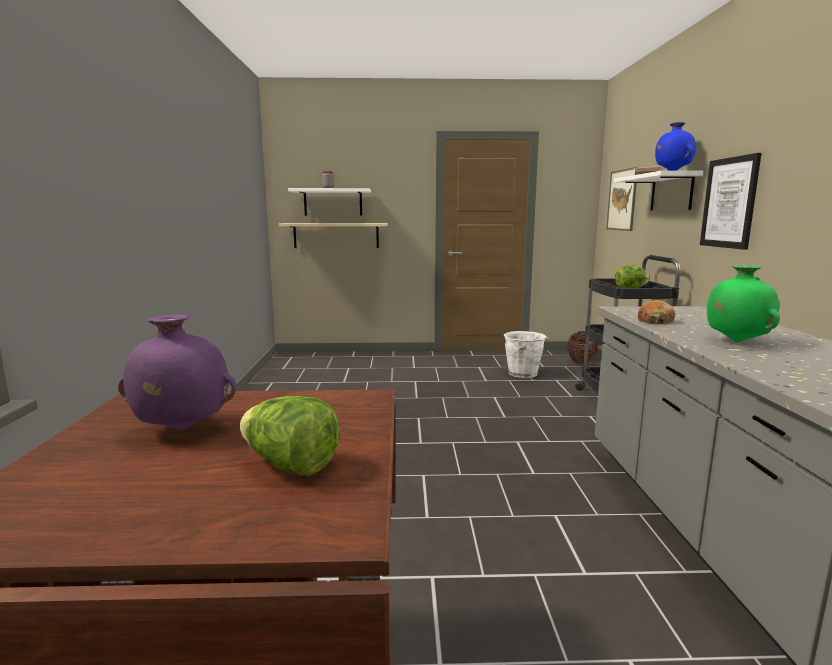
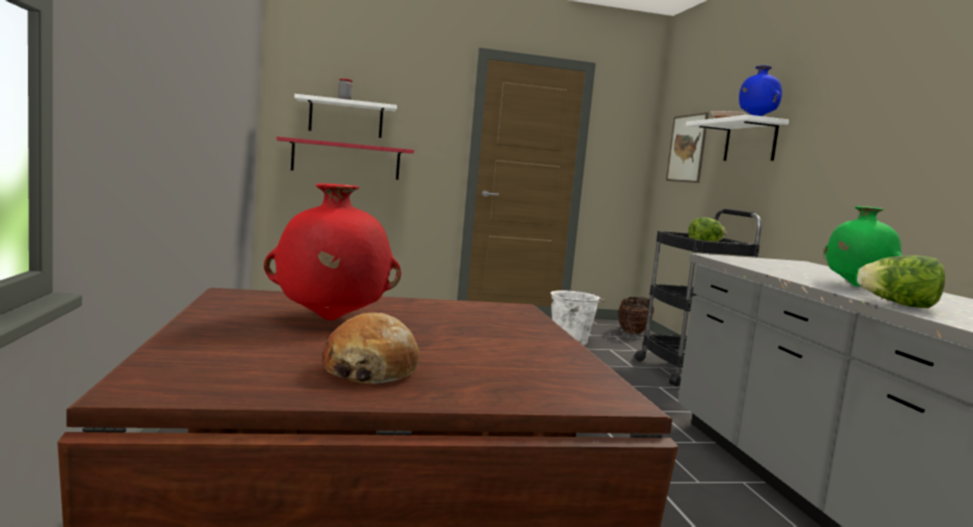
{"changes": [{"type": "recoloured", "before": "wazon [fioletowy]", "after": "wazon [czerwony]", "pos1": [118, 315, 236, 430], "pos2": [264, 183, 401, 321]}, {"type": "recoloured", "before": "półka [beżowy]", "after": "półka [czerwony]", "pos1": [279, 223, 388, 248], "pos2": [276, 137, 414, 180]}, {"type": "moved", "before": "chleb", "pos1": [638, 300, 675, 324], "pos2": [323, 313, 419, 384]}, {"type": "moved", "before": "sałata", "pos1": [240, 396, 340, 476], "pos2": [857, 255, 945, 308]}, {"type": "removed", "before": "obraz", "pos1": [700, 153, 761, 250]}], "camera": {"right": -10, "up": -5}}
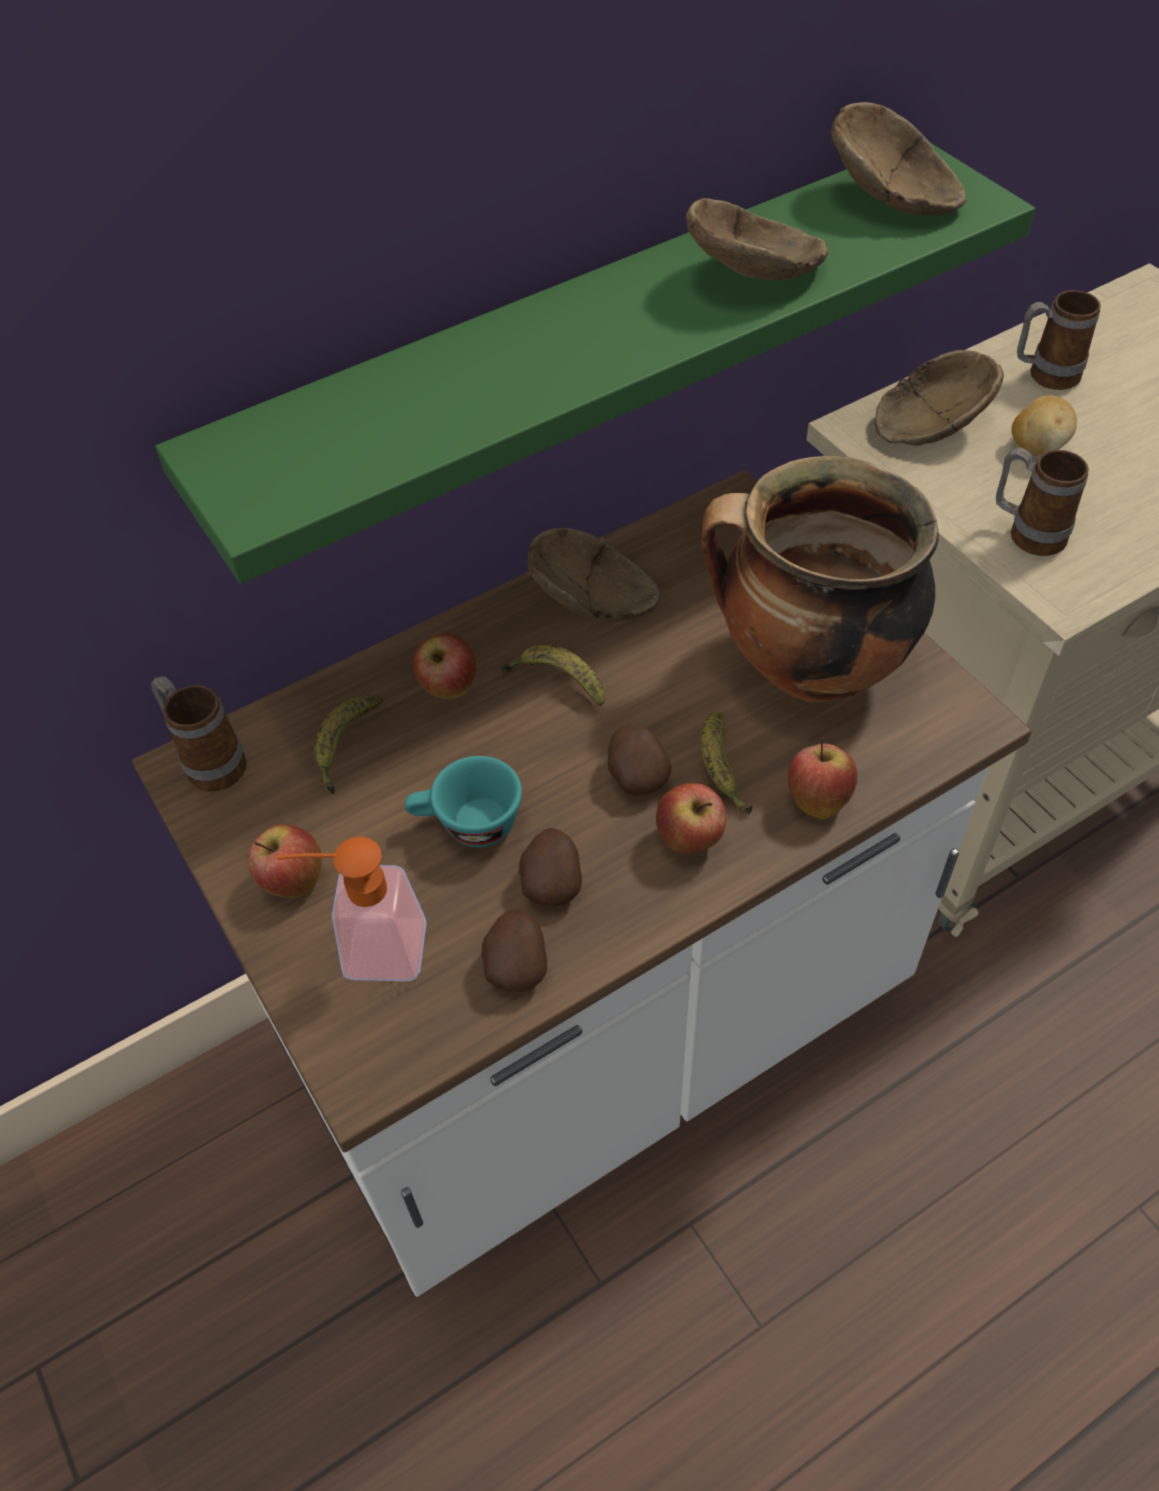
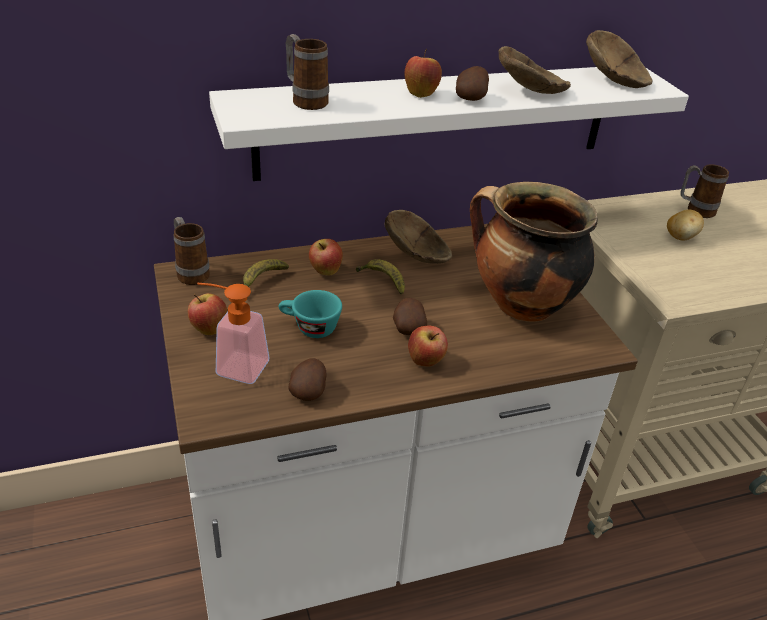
{"changes": [{"type": "recoloured", "before": "półka [zielony]", "after": "półka [biały]", "pos1": [155, 143, 1035, 583], "pos2": [209, 67, 689, 181]}, {"type": "moved", "before": "kubek", "pos1": [996, 448, 1089, 556], "pos2": [286, 34, 329, 110]}, {"type": "moved", "before": "jabłko", "pos1": [788, 738, 857, 819], "pos2": [404, 49, 442, 98]}, {"type": "moved", "before": "ziemniak", "pos1": [519, 828, 582, 906], "pos2": [456, 66, 489, 101]}, {"type": "removed", "before": "banan", "pos1": [701, 712, 752, 815]}, {"type": "removed", "before": "miska [brązowy]", "pos1": [874, 350, 1004, 446]}], "camera": {"right": 10, "up": -15}}
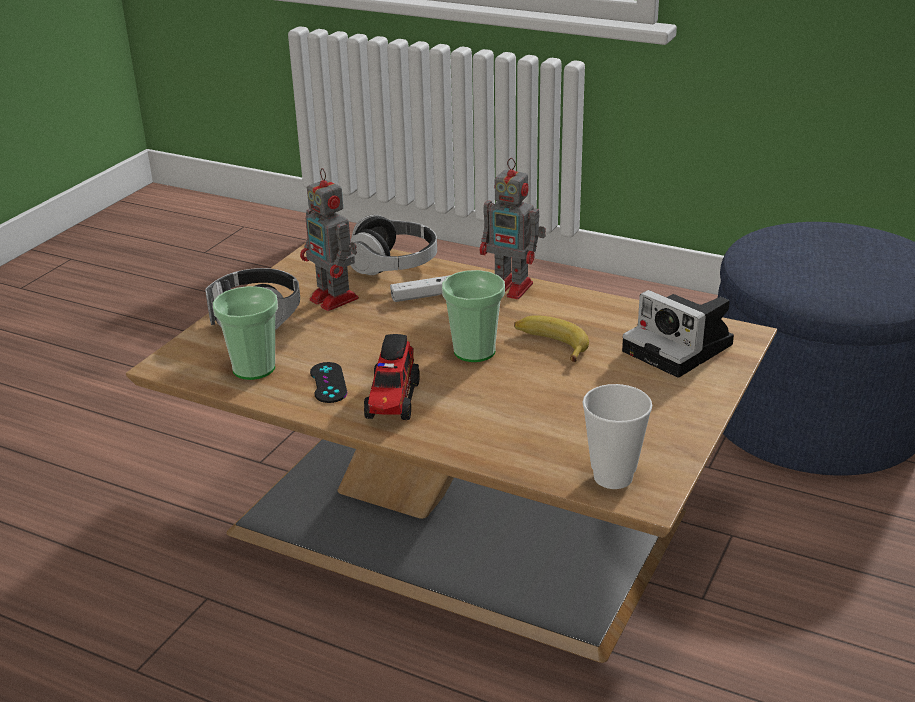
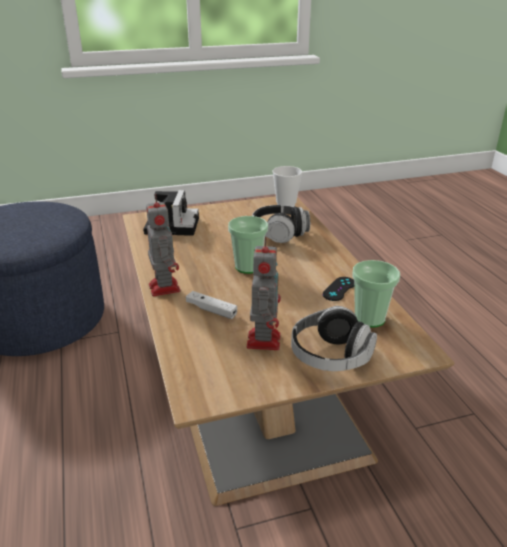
{"changes": [{"type": "moved", "before": "słuchawki", "pos1": [350, 215, 437, 275], "pos2": [252, 205, 310, 243]}, {"type": "removed", "before": "ciężarówka zabawkowa", "pos1": [364, 334, 420, 420]}, {"type": "removed", "before": "banan", "pos1": [514, 315, 589, 362]}], "camera": {"right": -135, "up": 0}}
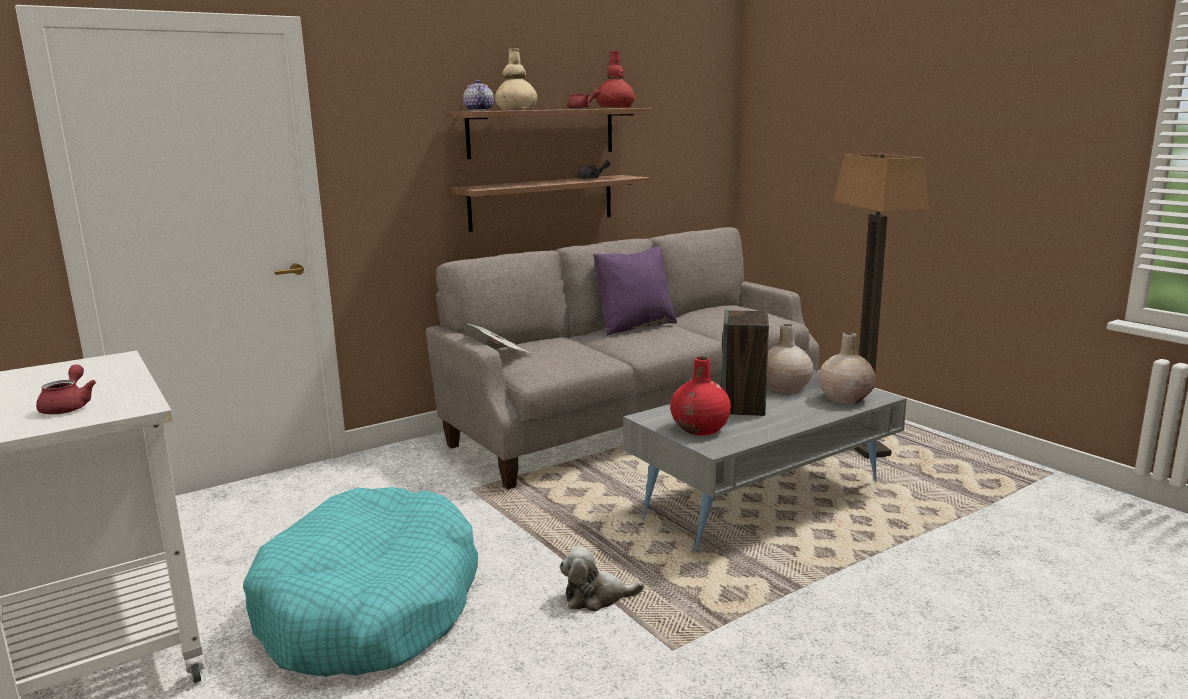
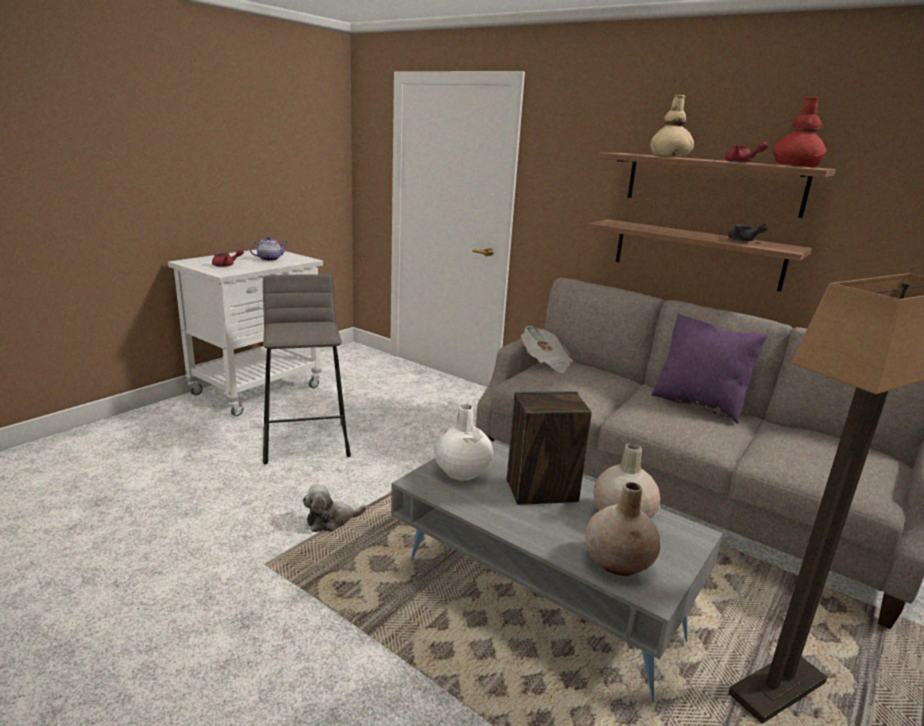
{"changes": [{"type": "moved", "before": "imbryk", "pos1": [463, 80, 494, 111], "pos2": [250, 236, 287, 261]}, {"type": "replaced", "before": "legowisko [turkusowy]", "after": "stołek [szary]", "pos1": [243, 487, 478, 677], "pos2": [263, 275, 351, 465]}, {"type": "turned", "before": "pluszak", "pos1": [560, 546, 644, 612], "pos2": [303, 484, 367, 532], "turn": -90}, {"type": "recoloured", "before": "wazon [czerwony]", "after": "wazon [biały]", "pos1": [670, 357, 731, 435], "pos2": [434, 404, 493, 481]}], "camera": {"right": 70, "up": 5}}
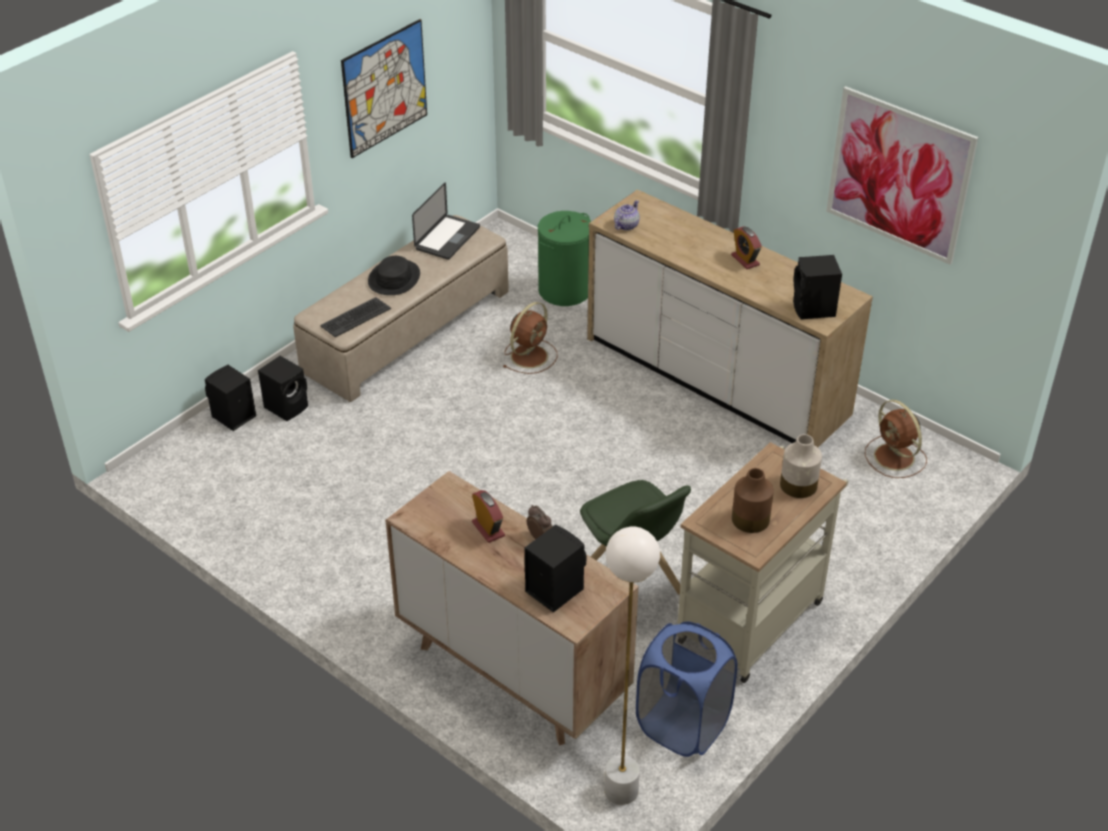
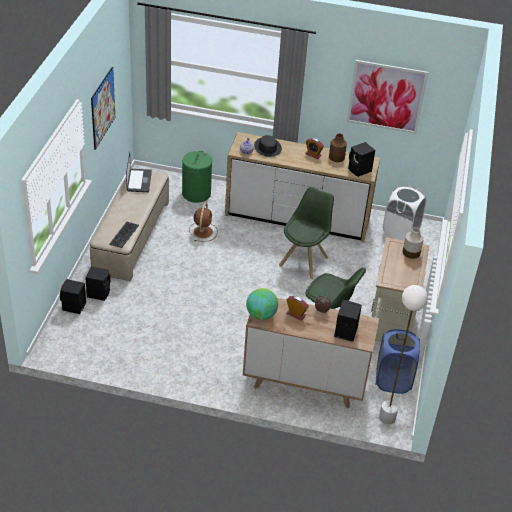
{"changes": [{"type": "added", "after": "globus", "pos2": [246, 288, 278, 320]}, {"type": "moved", "before": "kapelusz [czarny]", "pos1": [368, 256, 420, 295], "pos2": [254, 135, 282, 157]}, {"type": "added", "after": "krzesło [zielony]", "pos2": [279, 187, 334, 279]}, {"type": "moved", "before": "wazon [brązowy]", "pos1": [732, 468, 774, 533], "pos2": [329, 134, 347, 162]}, {"type": "replaced", "before": "wentylator [brązowy]", "after": "kosz na pranie [biały]", "pos1": [865, 400, 927, 478], "pos2": [383, 186, 426, 241]}], "camera": {"right": -30, "up": 0}}
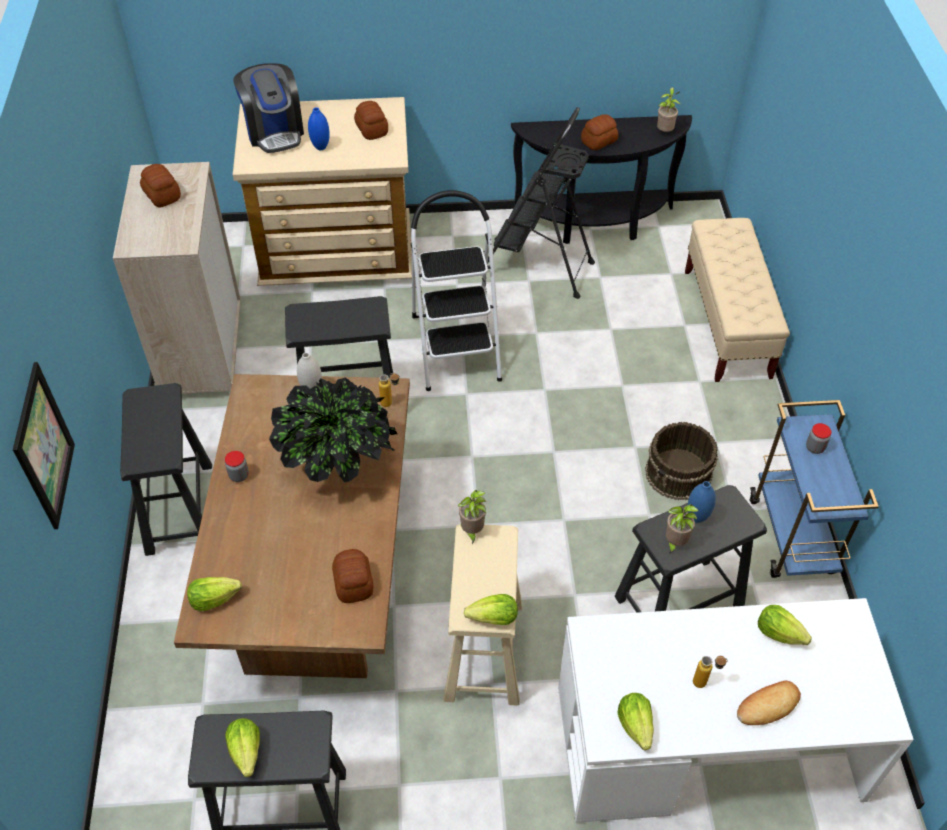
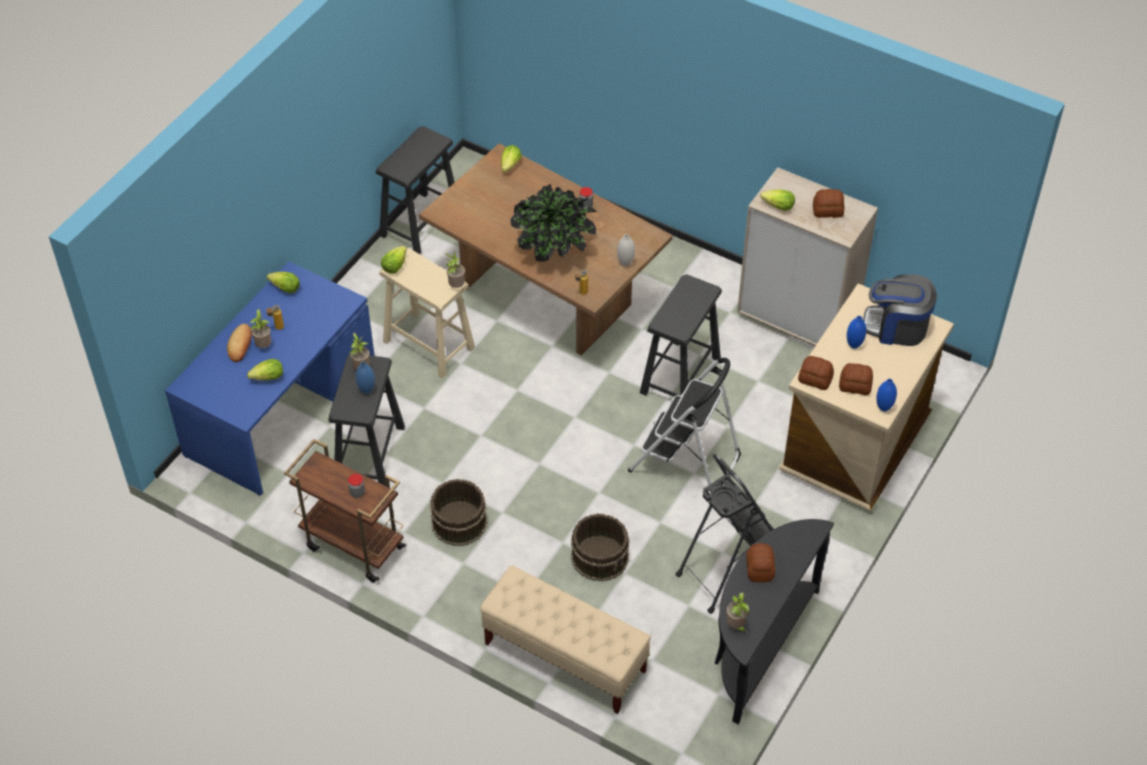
{"changes": [{"type": "recoloured", "before": "biurko [biały]", "after": "biurko [niebieski]", "pos1": [558, 598, 914, 823], "pos2": [165, 261, 375, 496]}, {"type": "added", "after": "roślina doniczkowa", "pos2": [250, 309, 271, 348]}, {"type": "recoloured", "before": "wózek [niebieski]", "after": "wózek [brązowy]", "pos1": [749, 400, 879, 578], "pos2": [284, 439, 407, 583]}, {"type": "added", "after": "wiadro [brązowy]", "pos2": [571, 513, 629, 582]}, {"type": "moved", "before": "sałata", "pos1": [225, 718, 260, 777], "pos2": [760, 190, 795, 211]}, {"type": "moved", "before": "chleb", "pos1": [332, 549, 373, 603], "pos2": [798, 356, 834, 390]}, {"type": "added", "after": "wazon [niebieski]", "pos2": [876, 379, 897, 412]}, {"type": "removed", "before": "obraz", "pos1": [13, 362, 75, 529]}, {"type": "removed", "before": "stołek [czarny]", "pos1": [120, 383, 212, 556]}], "camera": {"right": 125, "up": 0}}
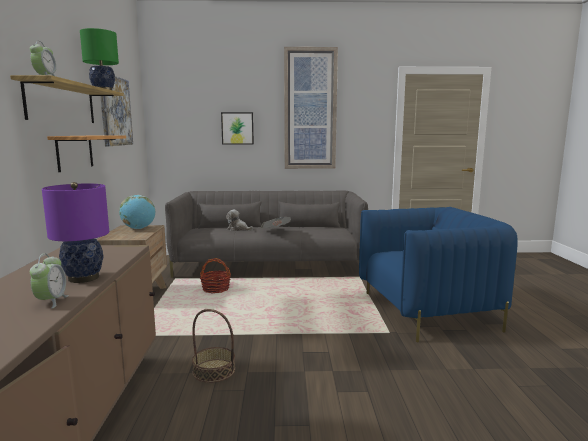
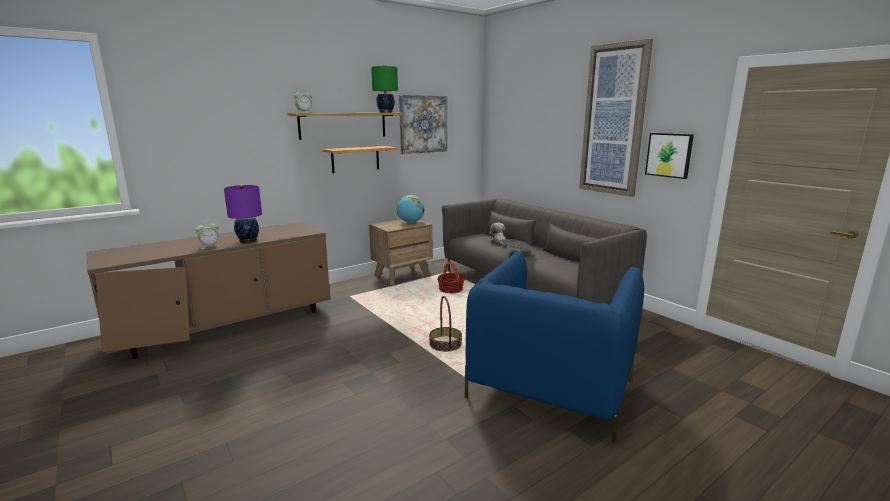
{"changes": [{"type": "moved", "before": "koszyk", "pos1": [192, 309, 235, 383], "pos2": [429, 296, 462, 352]}, {"type": "turned", "before": "fotel [niebieski]", "pos1": [359, 207, 518, 342], "pos2": [465, 251, 644, 443], "turn": 75}, {"type": "moved", "before": "obraz", "pos1": [221, 112, 254, 145], "pos2": [645, 133, 694, 179]}], "camera": {"right": 55, "up": 5}}
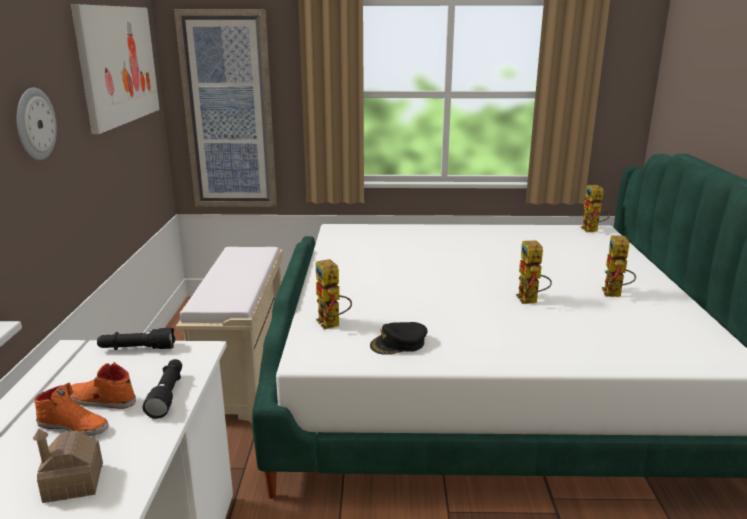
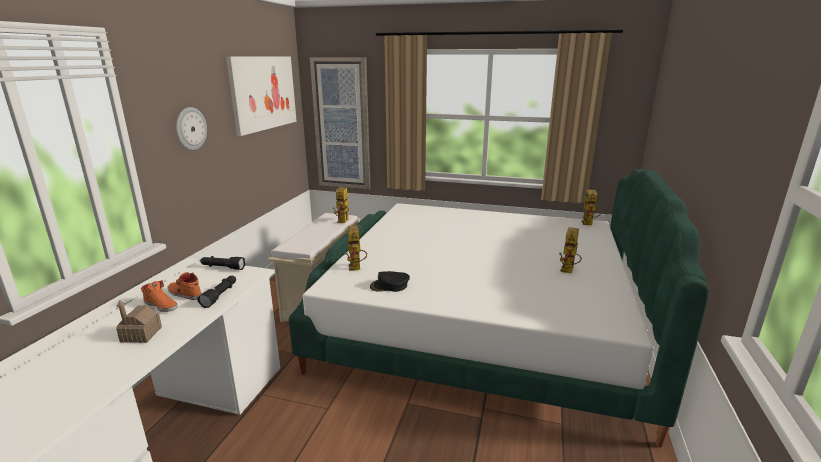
{"changes": [{"type": "moved", "before": "robot zabawkowy", "pos1": [516, 241, 552, 304], "pos2": [333, 187, 349, 223]}], "camera": {"right": 15, "up": 0}}
